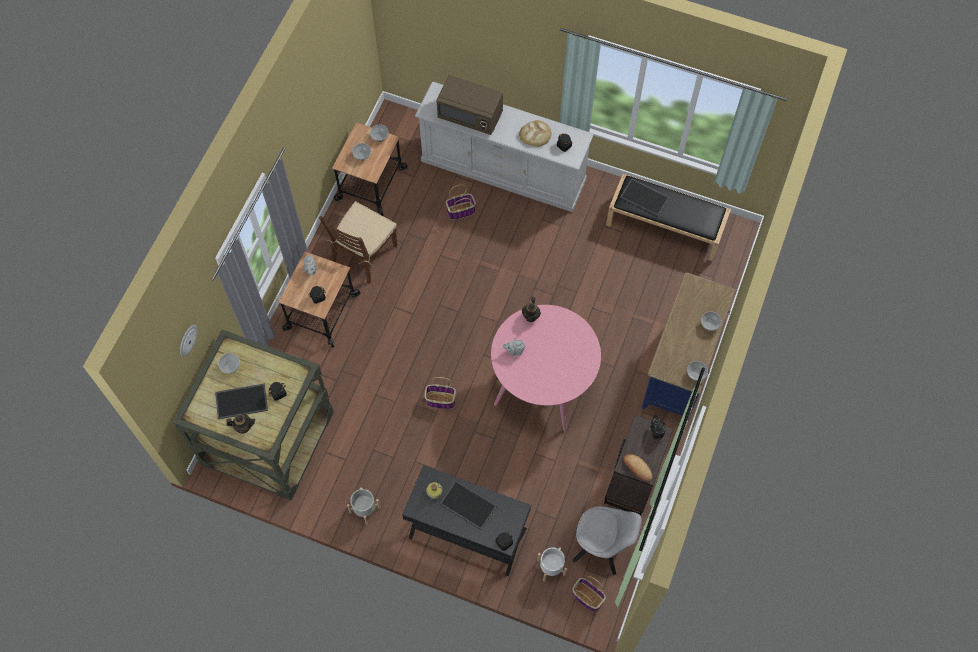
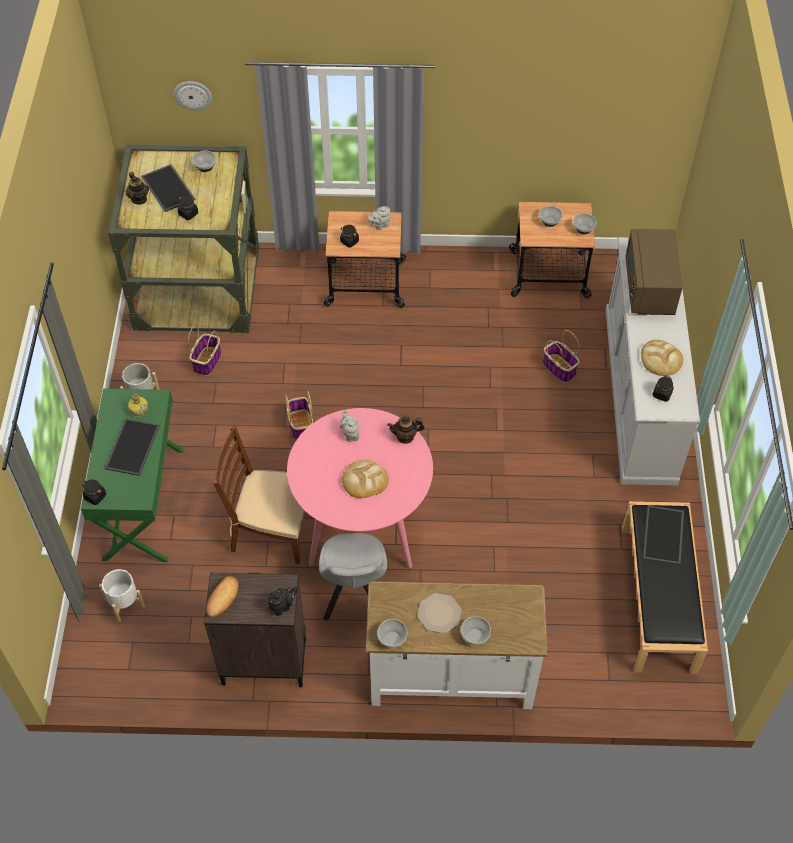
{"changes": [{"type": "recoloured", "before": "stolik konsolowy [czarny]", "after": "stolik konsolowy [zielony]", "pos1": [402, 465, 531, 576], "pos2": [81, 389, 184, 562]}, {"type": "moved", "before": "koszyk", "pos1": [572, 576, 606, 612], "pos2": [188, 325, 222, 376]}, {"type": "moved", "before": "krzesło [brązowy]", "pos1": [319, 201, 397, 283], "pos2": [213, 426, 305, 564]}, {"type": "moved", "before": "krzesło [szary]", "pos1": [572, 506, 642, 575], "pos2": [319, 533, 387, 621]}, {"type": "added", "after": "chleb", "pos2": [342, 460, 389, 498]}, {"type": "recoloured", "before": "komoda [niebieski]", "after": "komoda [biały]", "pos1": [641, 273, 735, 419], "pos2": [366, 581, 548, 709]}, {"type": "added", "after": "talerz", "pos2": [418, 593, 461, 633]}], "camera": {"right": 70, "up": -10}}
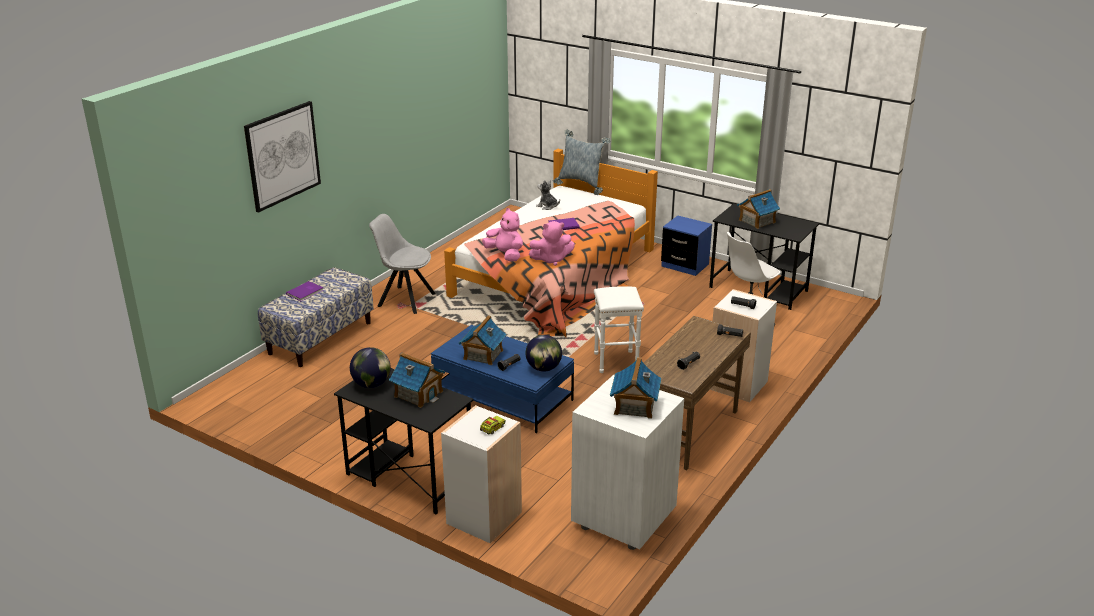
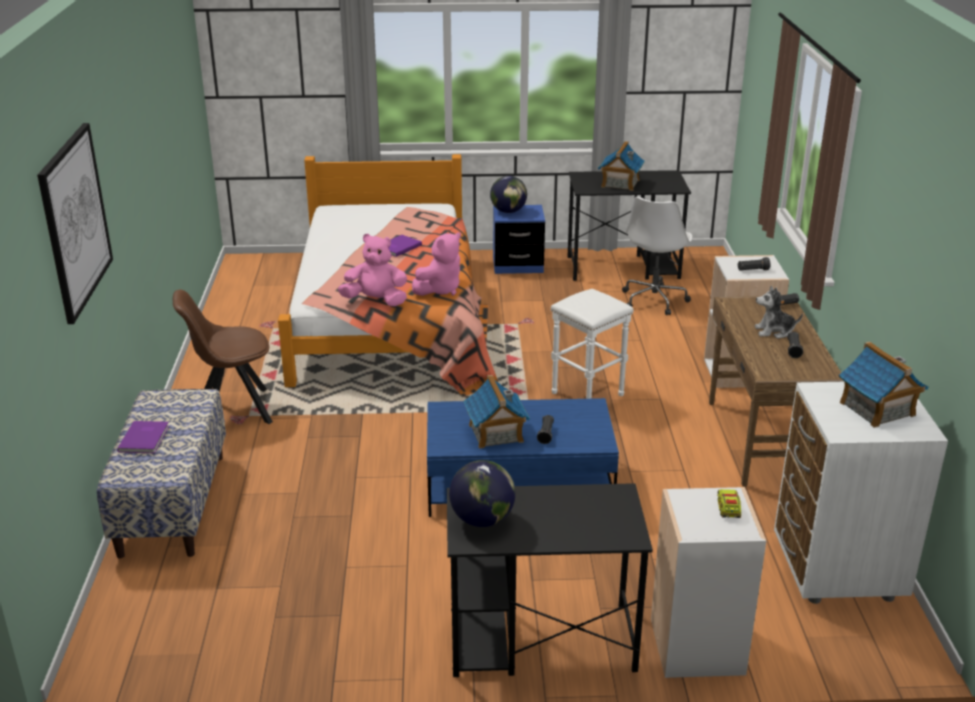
{"changes": [{"type": "recoloured", "before": "krzesło [szary]", "after": "krzesło [brązowy]", "pos1": [369, 214, 436, 314], "pos2": [173, 290, 273, 424]}, {"type": "moved", "before": "globus", "pos1": [526, 335, 562, 372], "pos2": [490, 176, 527, 213]}, {"type": "moved", "before": "pluszak", "pos1": [536, 180, 560, 210], "pos2": [755, 286, 803, 339]}, {"type": "removed", "before": "domek", "pos1": [389, 353, 445, 408]}, {"type": "removed", "before": "poduszka", "pos1": [553, 129, 611, 195]}], "camera": {"right": -35, "up": 0}}
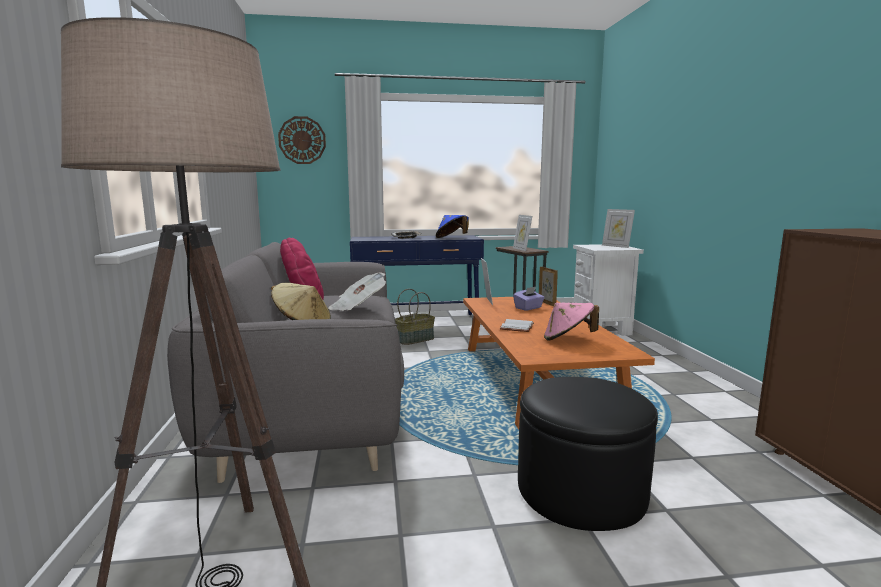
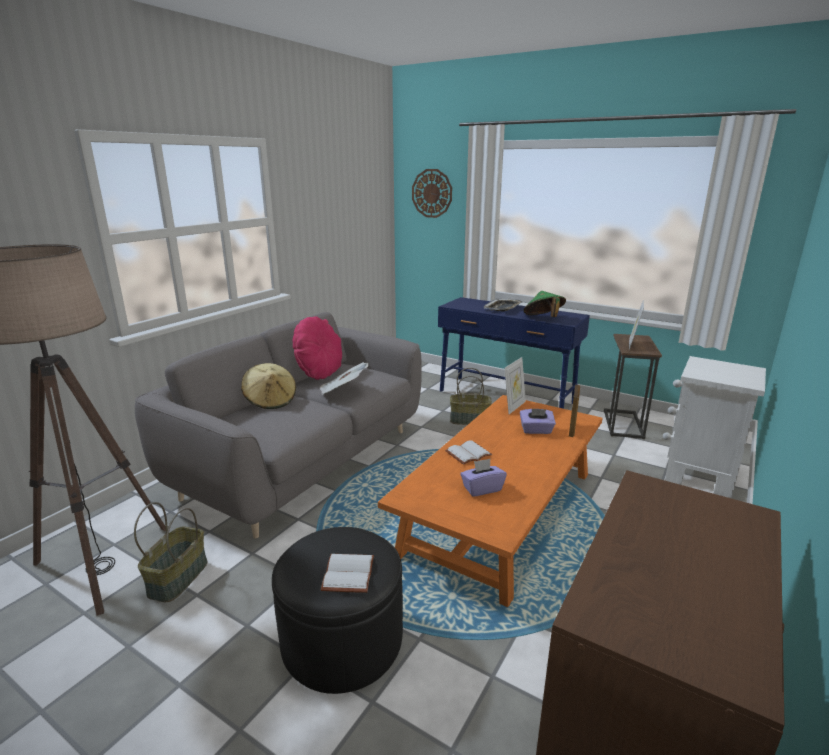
{"changes": [{"type": "added", "after": "koszyk", "pos2": [134, 502, 208, 602]}, {"type": "added", "after": "książka [biały]", "pos2": [321, 554, 374, 593]}, {"type": "replaced", "before": "kapelusz [różowy]", "after": "pudełko chusteczek [fioletowy]", "pos1": [544, 303, 599, 340], "pos2": [460, 459, 507, 497]}, {"type": "recoloured", "before": "kapelusz [niebieski]", "after": "kapelusz [zielony]", "pos1": [436, 215, 469, 238], "pos2": [524, 291, 566, 317]}, {"type": "removed", "before": "ramka na zdjęcie", "pos1": [602, 209, 635, 248]}], "camera": {"right": 40, "up": 10}}
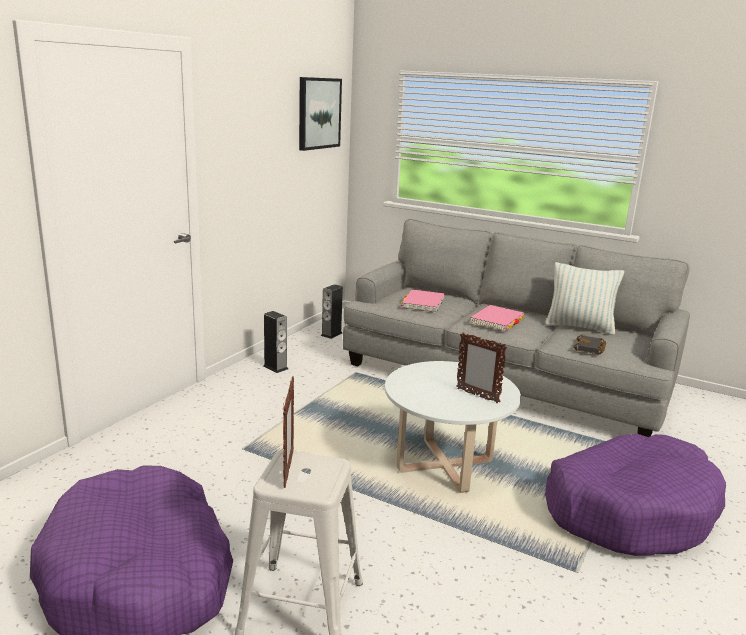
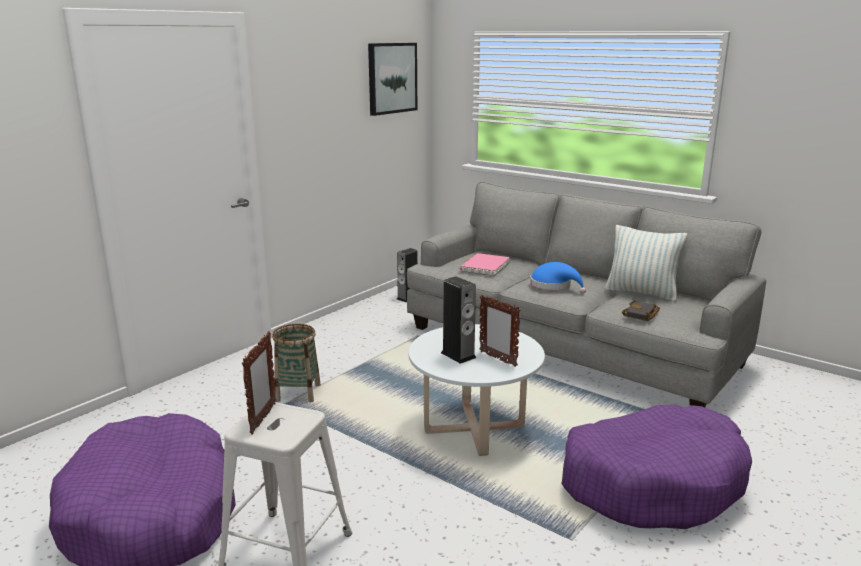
{"changes": [{"type": "added", "after": "koszyk", "pos2": [272, 324, 321, 402]}, {"type": "moved", "before": "głośnik", "pos1": [263, 311, 288, 373], "pos2": [441, 276, 476, 364]}, {"type": "replaced", "before": "książka [różowy]", "after": "kapelusz [niebieski]", "pos1": [470, 305, 525, 331], "pos2": [530, 262, 586, 293]}], "camera": {"right": 10, "up": 0}}
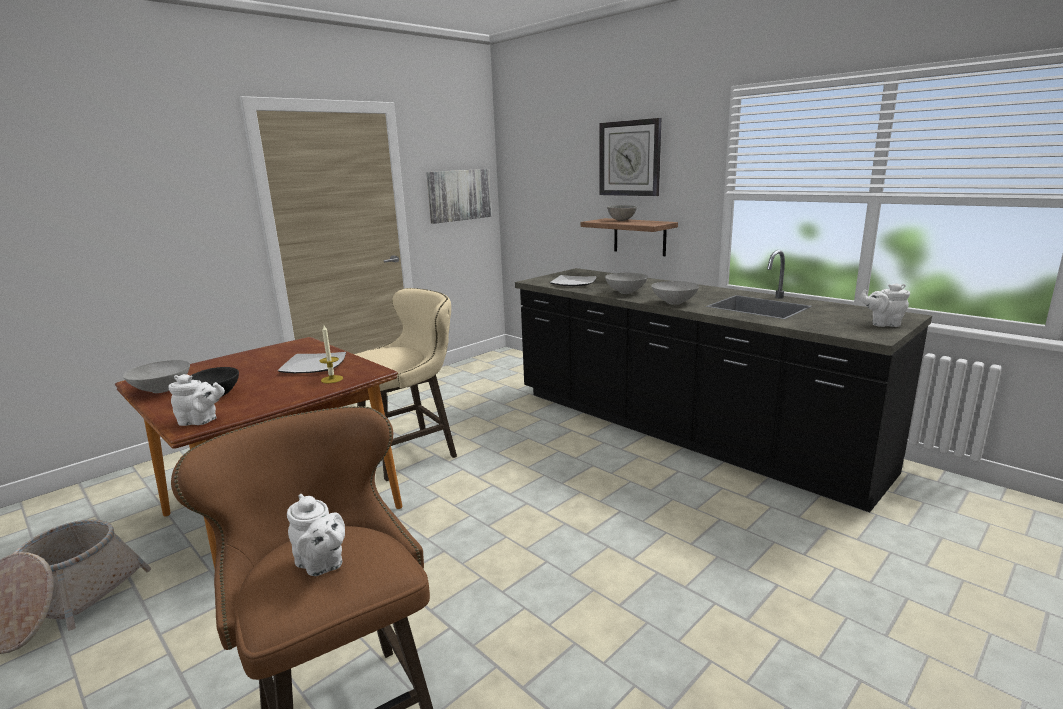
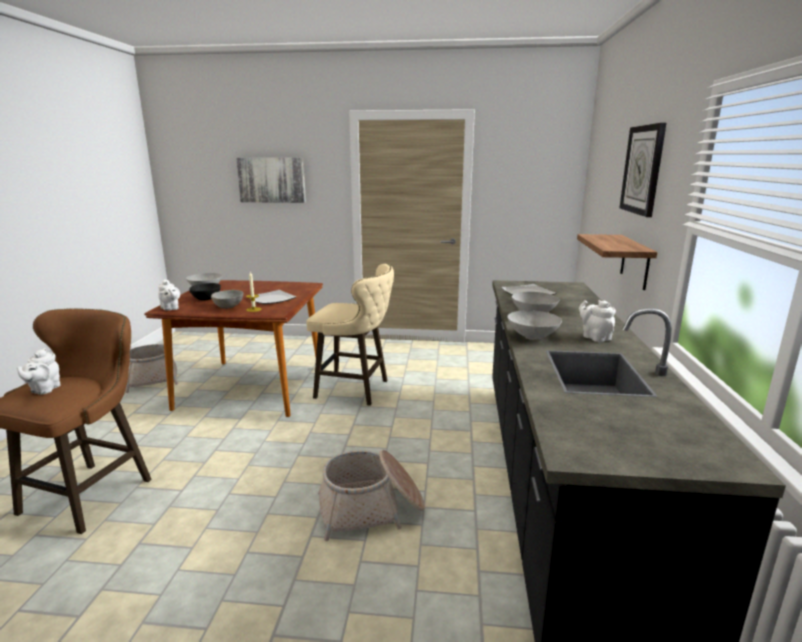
{"changes": [{"type": "moved", "before": "miska [szary]", "pos1": [607, 205, 637, 221], "pos2": [211, 290, 243, 309]}, {"type": "moved", "before": "obraz", "pos1": [426, 169, 491, 224], "pos2": [236, 158, 306, 203]}, {"type": "added", "after": "koszyk", "pos2": [318, 450, 425, 541]}, {"type": "moved", "before": "imbryk [biały]", "pos1": [860, 283, 910, 327], "pos2": [579, 300, 616, 342]}], "camera": {"right": 50, "up": 0}}
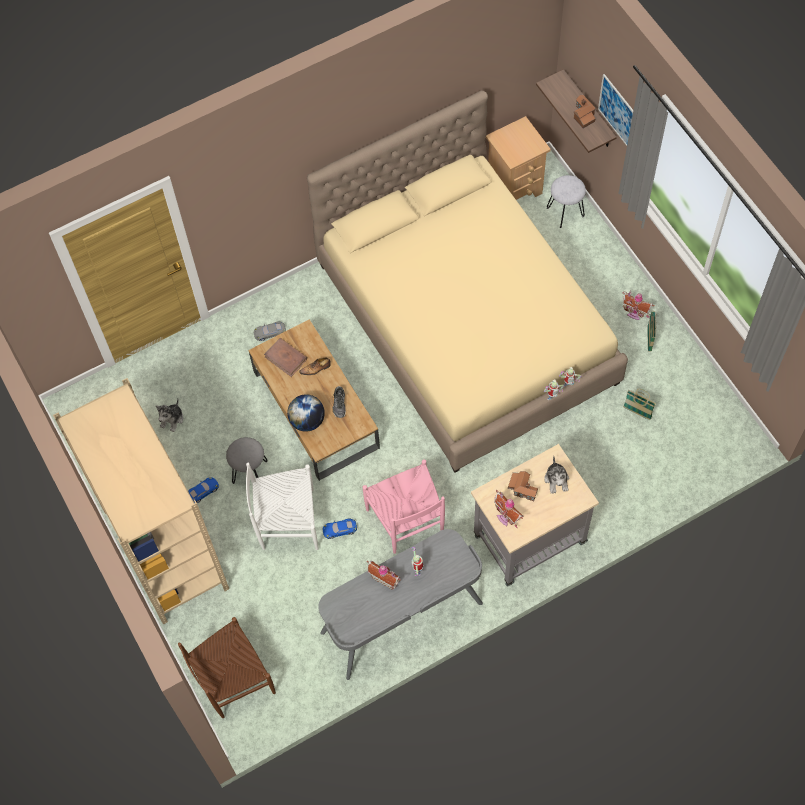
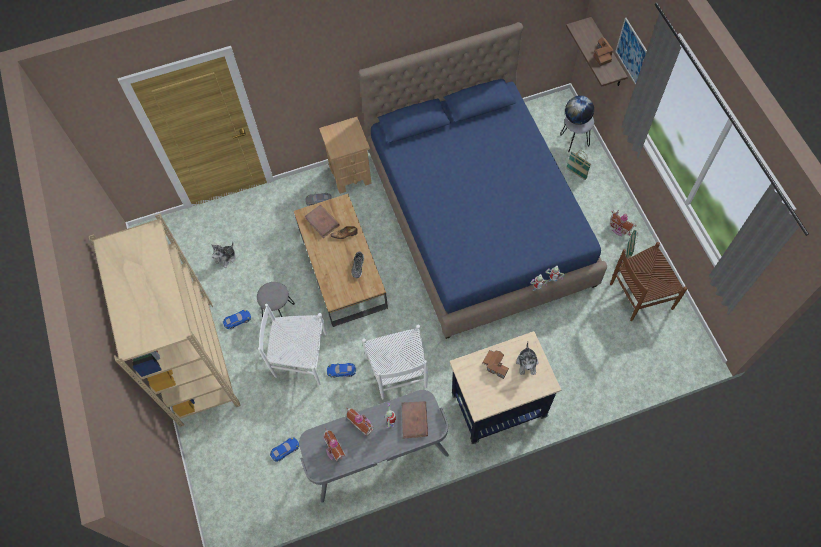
{"changes": [{"type": "added", "after": "samochodzik [niebieski]", "pos2": [270, 438, 299, 462]}, {"type": "moved", "before": "szafka nocna [beżowy]", "pos1": [486, 116, 551, 200], "pos2": [319, 117, 372, 194]}, {"type": "moved", "before": "domek", "pos1": [494, 490, 524, 528], "pos2": [323, 428, 346, 465]}, {"type": "recoloured", "before": "łóżko [beżowy]", "after": "łóżko [niebieski]", "pos1": [307, 91, 628, 473], "pos2": [358, 22, 607, 339]}, {"type": "recoloured", "before": "krzesło [różowy]", "after": "krzesło [biały]", "pos1": [363, 459, 445, 554], "pos2": [362, 325, 428, 399]}, {"type": "added", "after": "książka [brązowy]", "pos2": [401, 401, 428, 438]}, {"type": "recoloured", "before": "wózek [szary]", "after": "wózek [niebieski]", "pos1": [471, 444, 599, 586], "pos2": [450, 331, 561, 444]}, {"type": "moved", "before": "globus", "pos1": [287, 394, 325, 432], "pos2": [565, 95, 594, 125]}, {"type": "moved", "before": "koszyk", "pos1": [623, 389, 656, 420], "pos2": [566, 150, 591, 180]}, {"type": "moved", "before": "krzesło [brązowy]", "pos1": [178, 617, 276, 718], "pos2": [610, 242, 687, 321]}], "camera": {"right": 10, "up": 0}}
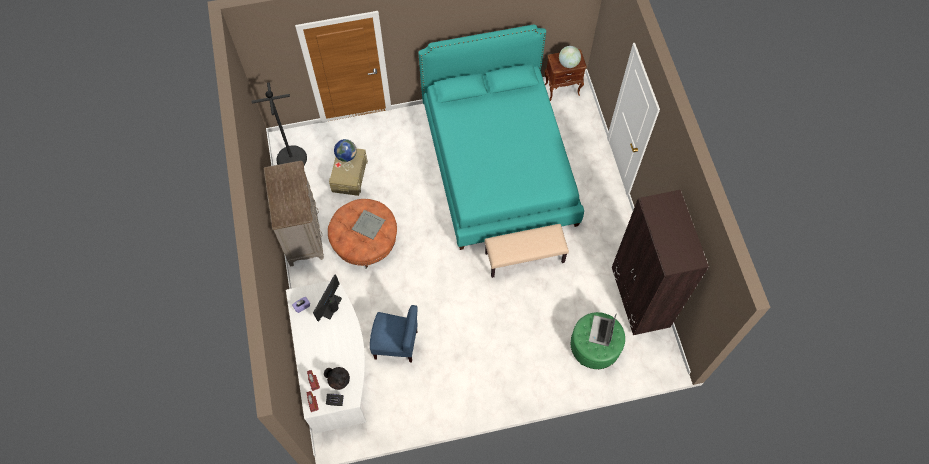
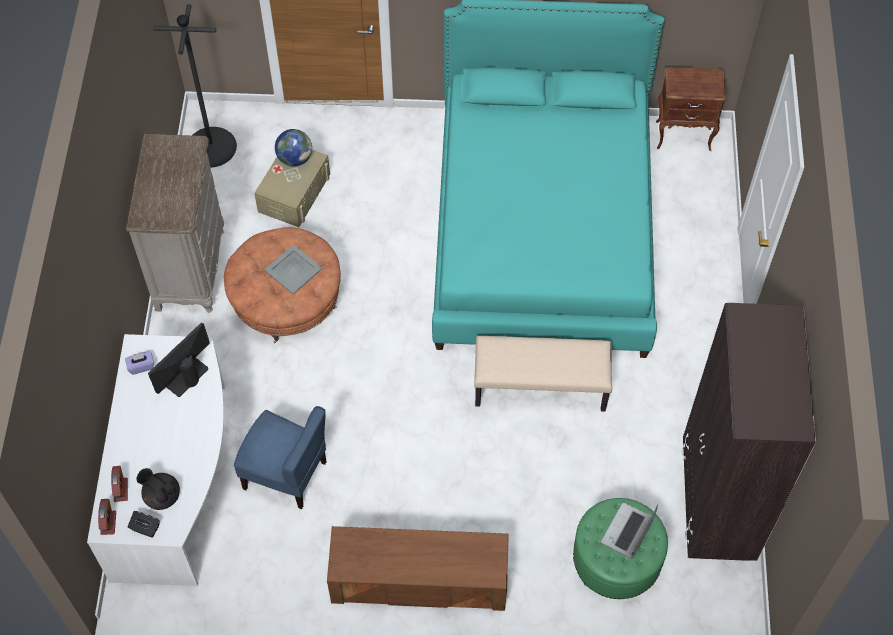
{"changes": [{"type": "added", "after": "ławka [brązowy]", "pos2": [327, 526, 509, 611]}, {"type": "removed", "before": "globus", "pos1": [559, 46, 581, 68]}], "camera": {"right": 15, "up": -5}}
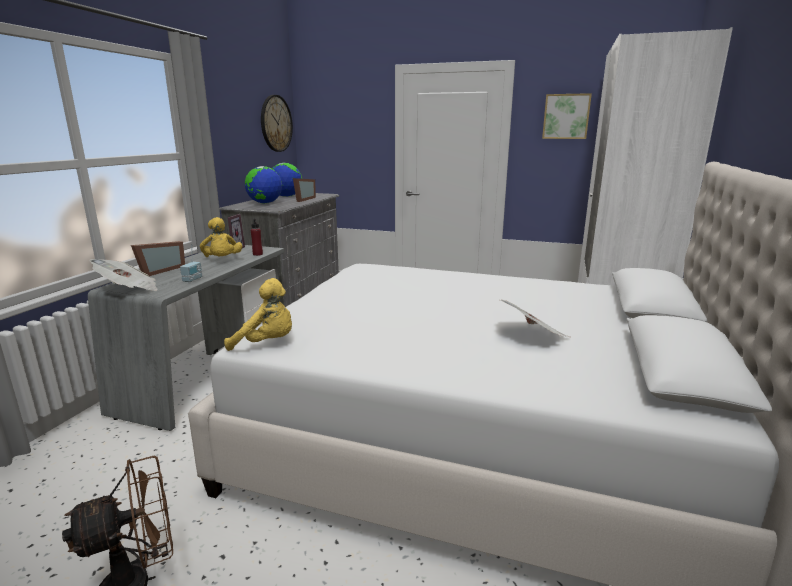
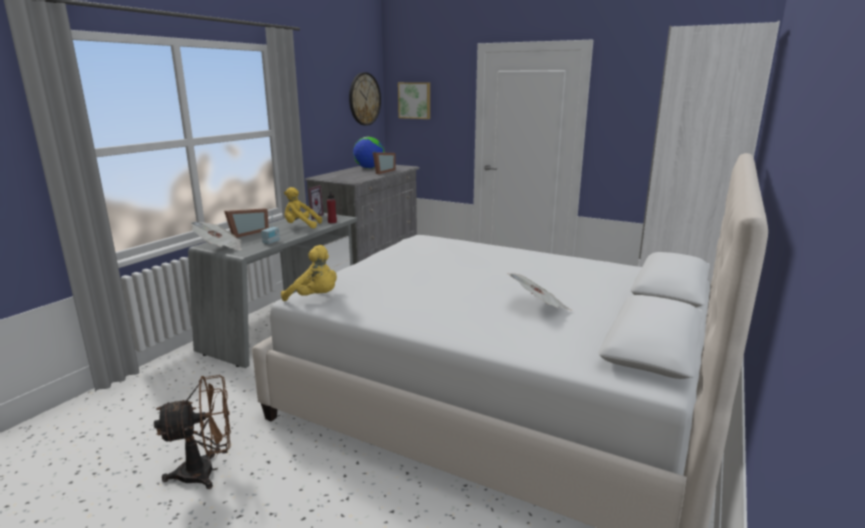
{"changes": [{"type": "turned", "before": "pluszak [żółty]", "pos1": [200, 217, 242, 257], "pos2": [284, 187, 322, 228], "turn": 105}, {"type": "moved", "before": "obraz", "pos1": [542, 93, 592, 139], "pos2": [398, 82, 430, 119]}, {"type": "removed", "before": "globus", "pos1": [245, 166, 282, 204]}], "camera": {"right": 10, "up": 0}}
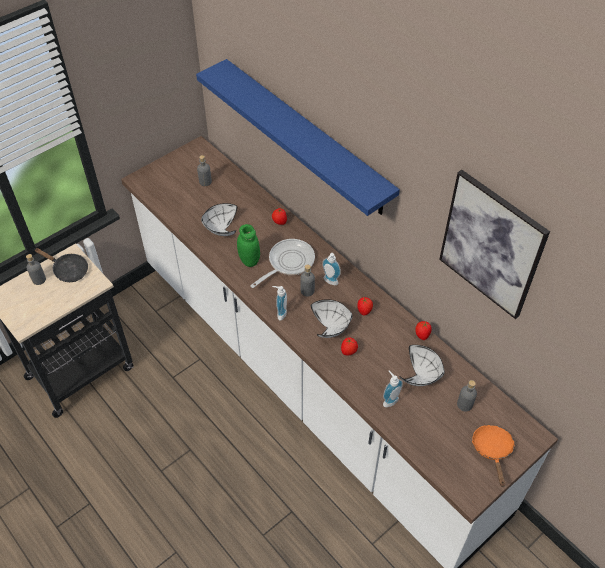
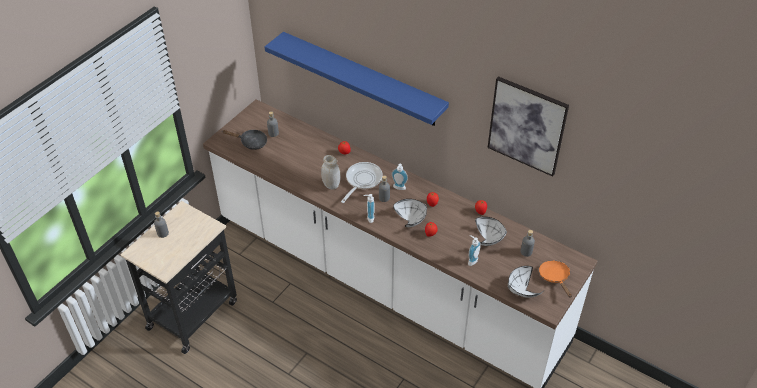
{"changes": [{"type": "moved", "before": "patelnia [czarny]", "pos1": [35, 248, 88, 282], "pos2": [222, 130, 267, 150]}, {"type": "recoloured", "before": "słoik [zielony]", "after": "słoik [biały]", "pos1": [237, 224, 260, 267], "pos2": [321, 155, 340, 190]}, {"type": "moved", "before": "miska [biały]", "pos1": [201, 203, 237, 236], "pos2": [508, 266, 545, 298]}], "camera": {"right": -15, "up": -5}}
